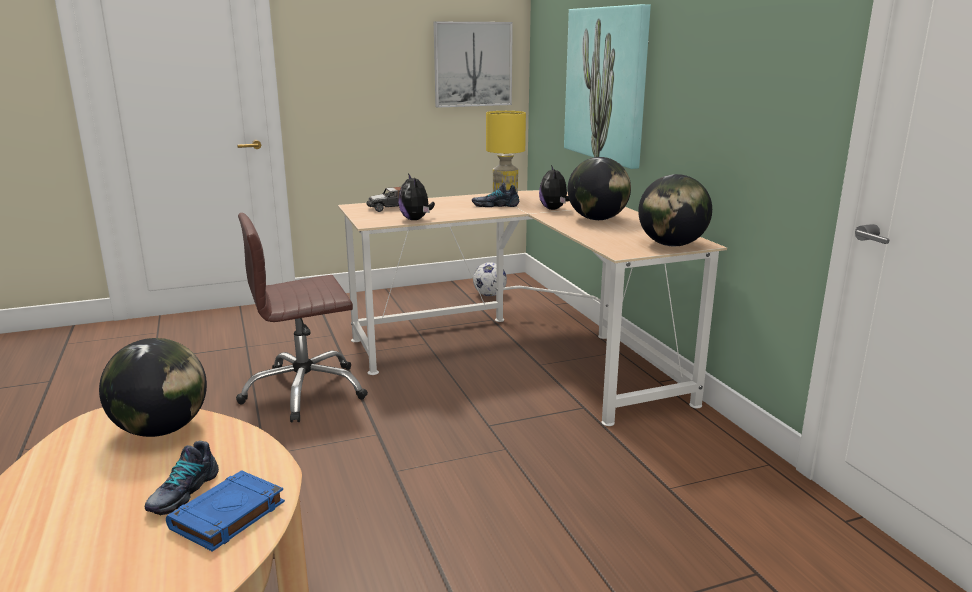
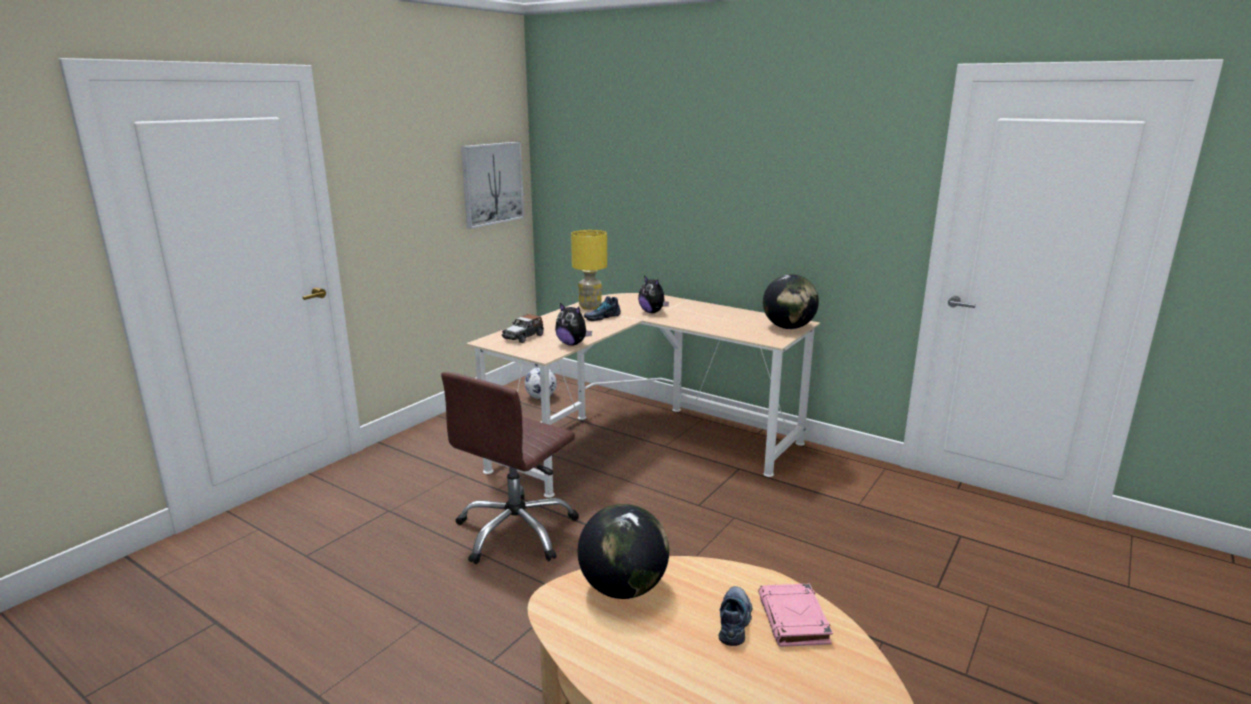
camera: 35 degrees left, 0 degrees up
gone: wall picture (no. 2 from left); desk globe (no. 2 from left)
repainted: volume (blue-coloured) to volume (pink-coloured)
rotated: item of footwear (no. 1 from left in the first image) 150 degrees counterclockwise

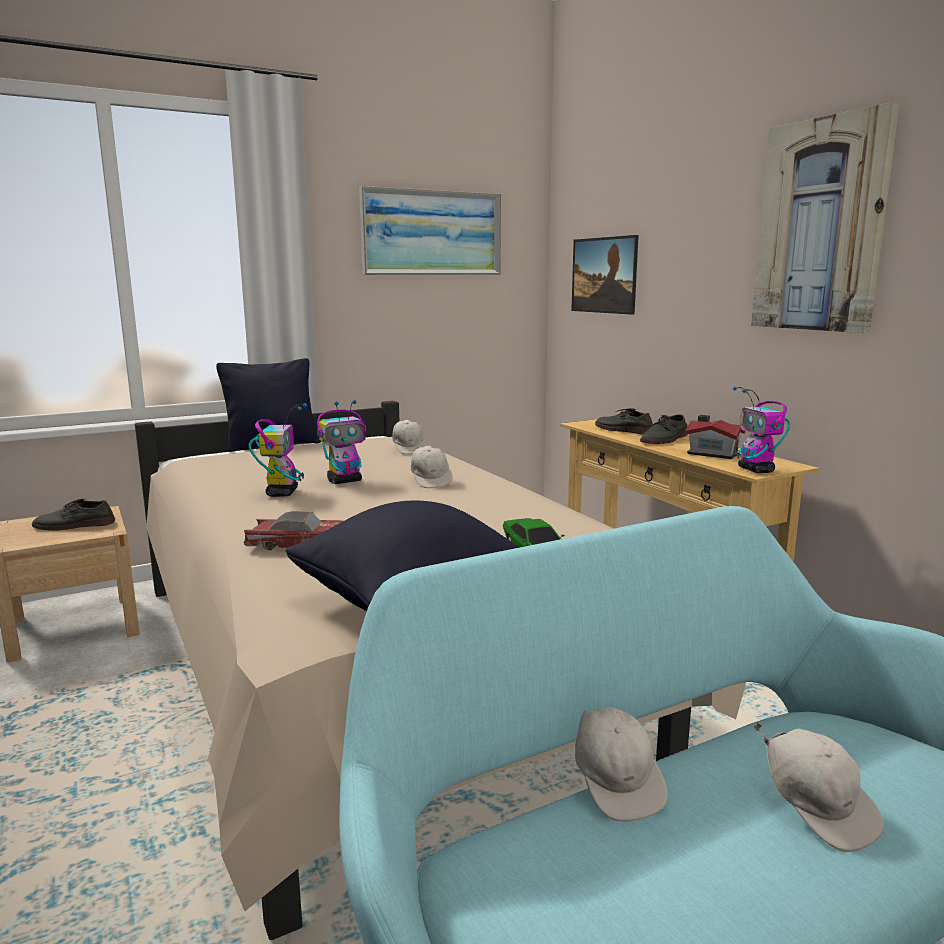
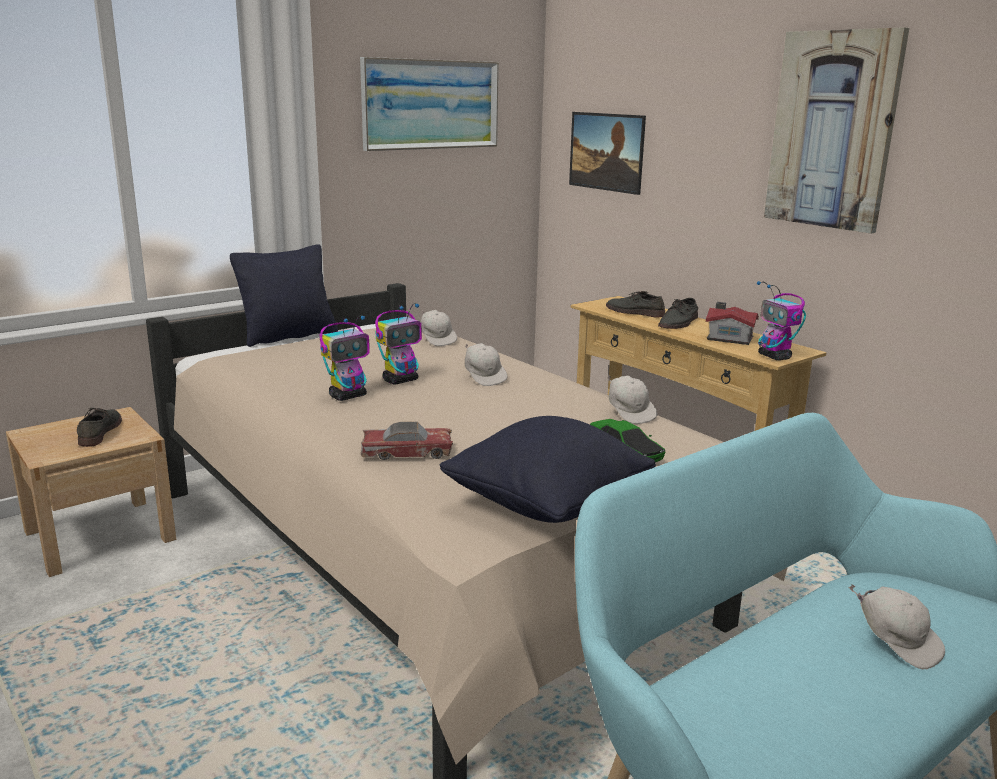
camera: 10 degrees left, 5 degrees up
shifted: baseball cap (white-coloured) (no. 3 from left)
rotated: model robot (no. 1 from left) 60 degrees clockwise; item of footwear (grey) (no. 1 from left) 105 degrees clockwise

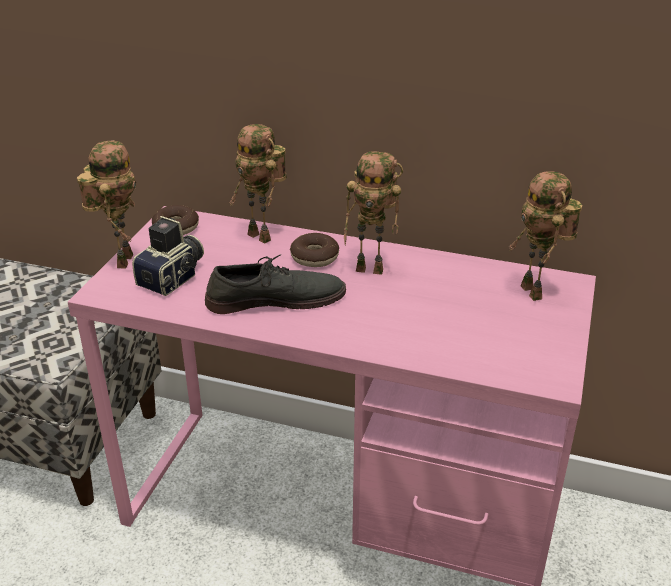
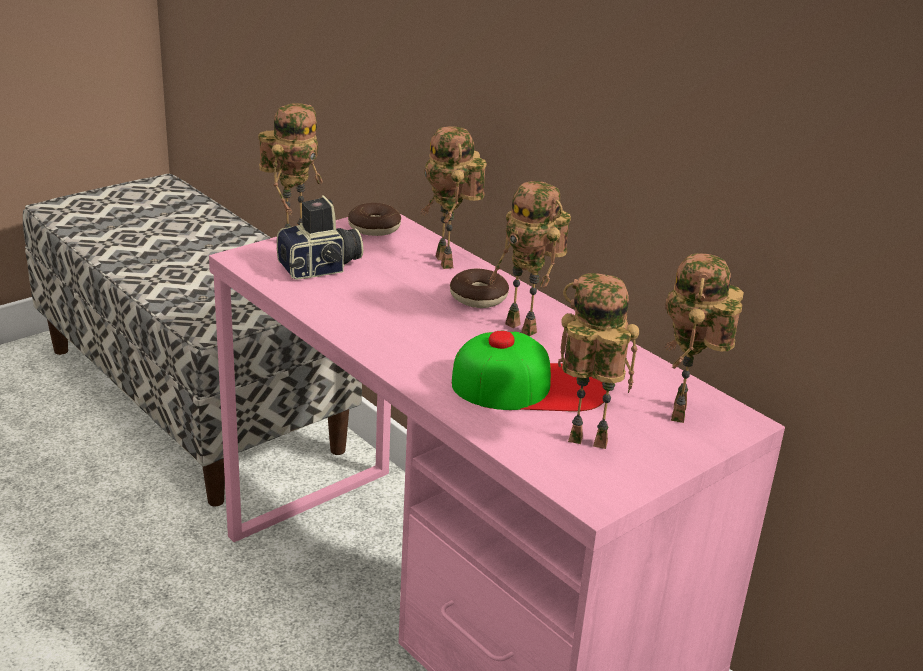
camera: 30 degrees right, 5 degrees down
gone: item of footwear (grey)
new: model robot (no. 4 from left); baseball cap

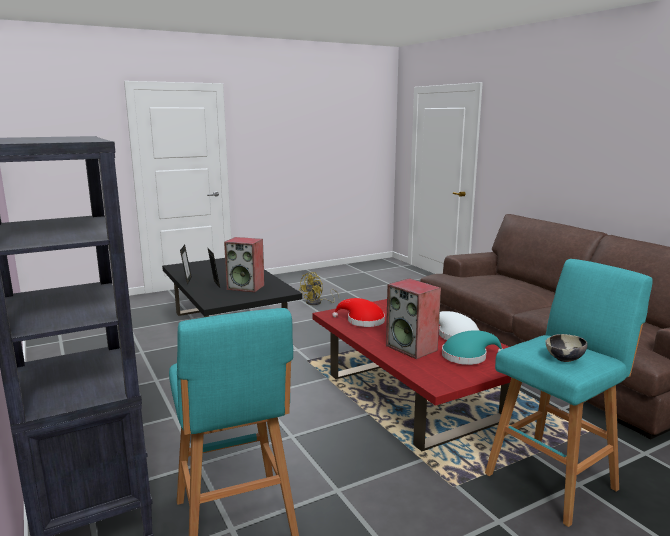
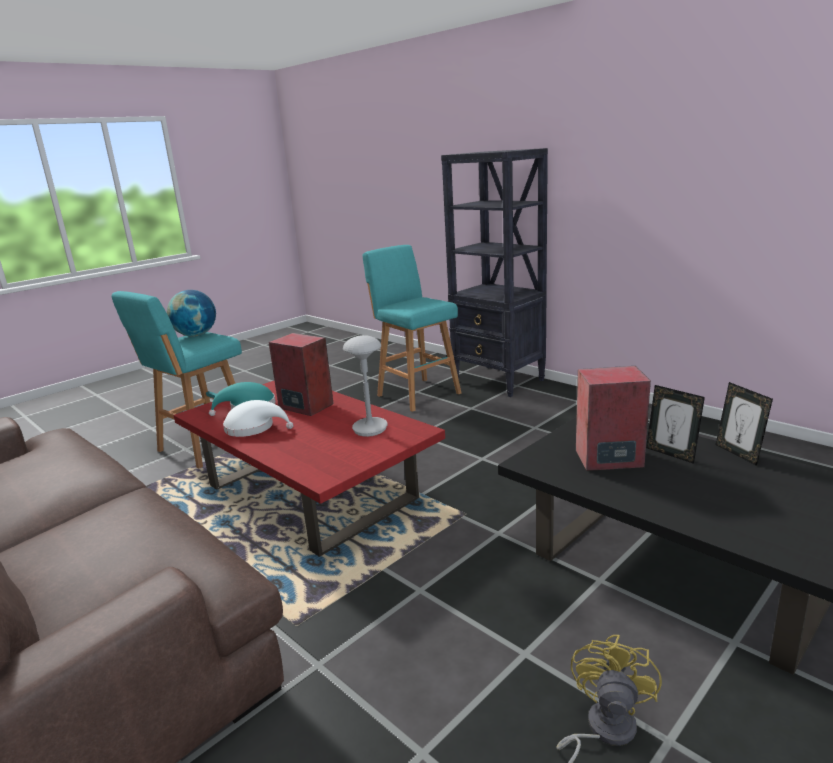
camera: 165 degrees right, 5 degrees up
swapped: hat (reddish) to table lamp (grey); bowl to desk globe

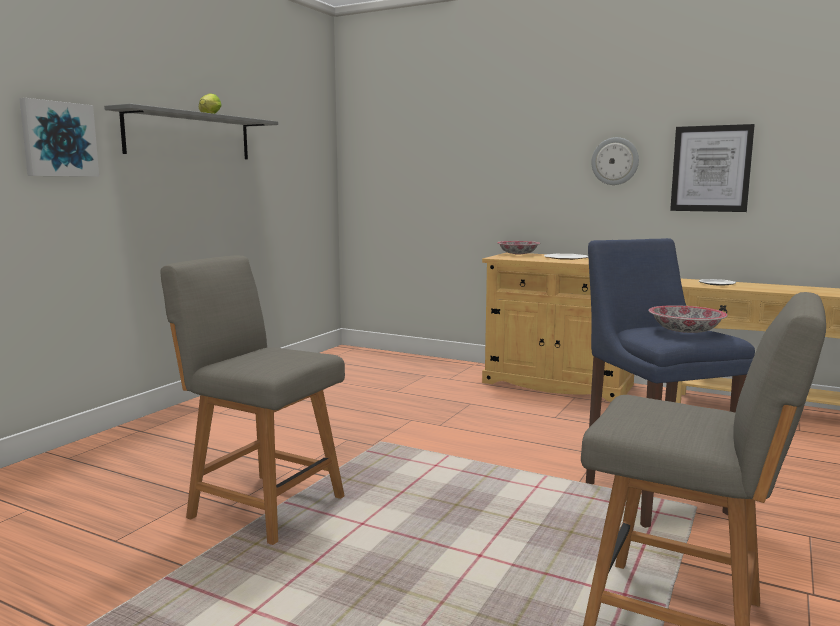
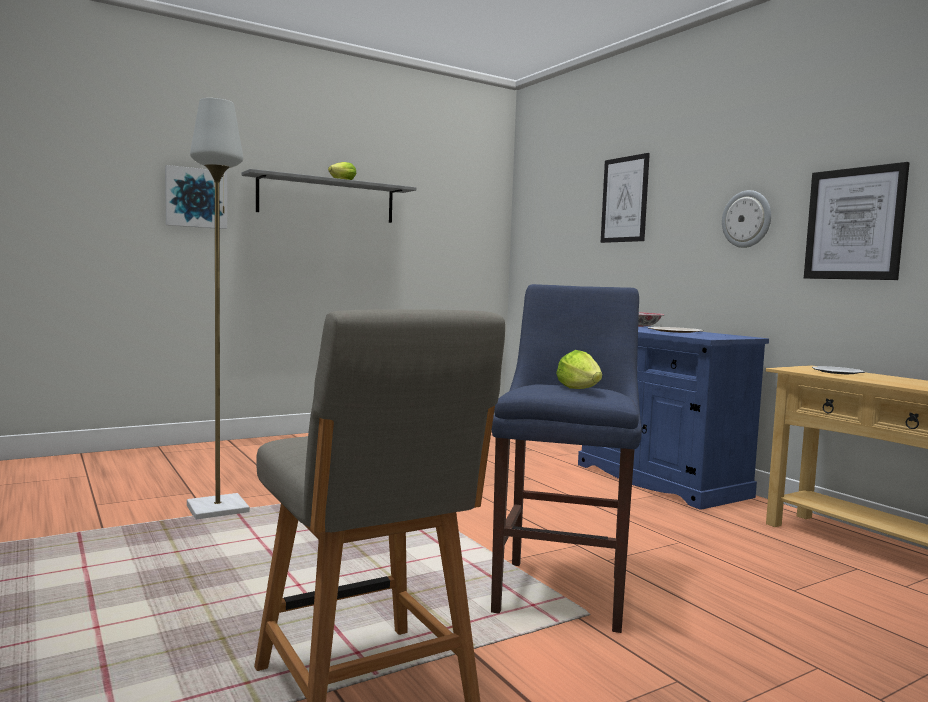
camera: 30 degrees right, 5 degrees down
new: wall picture (no. 2 from left)
swapped: upright chair (grey) (no. 1 from left) to standard lamp (grey); bowl (no. 2 from left) to head of lettuce (no. 2 from left)
repainted: cabinet (beige) to cabinet (blue-coloured)

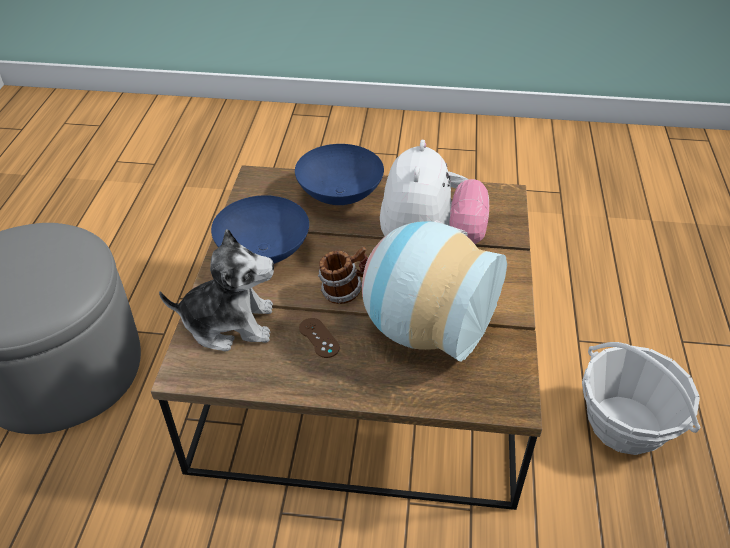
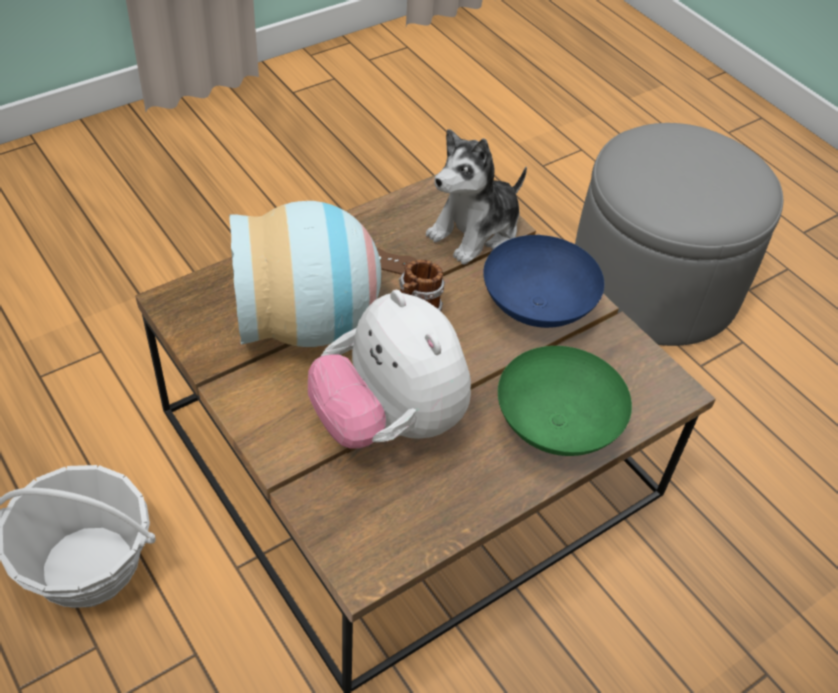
camera: 135 degrees right, 5 degrees up
repainted: bowl (blue-coloured) (no. 2 from left) to bowl (green-coloured)

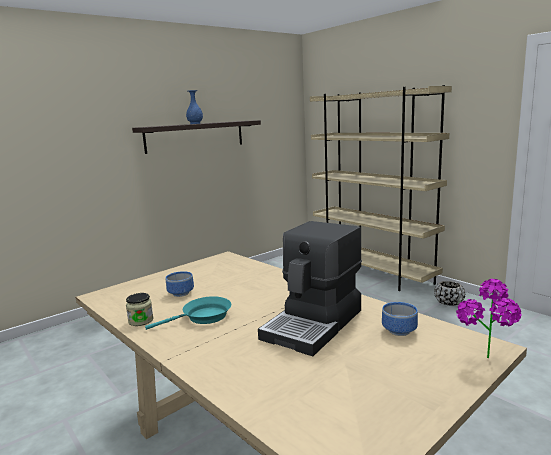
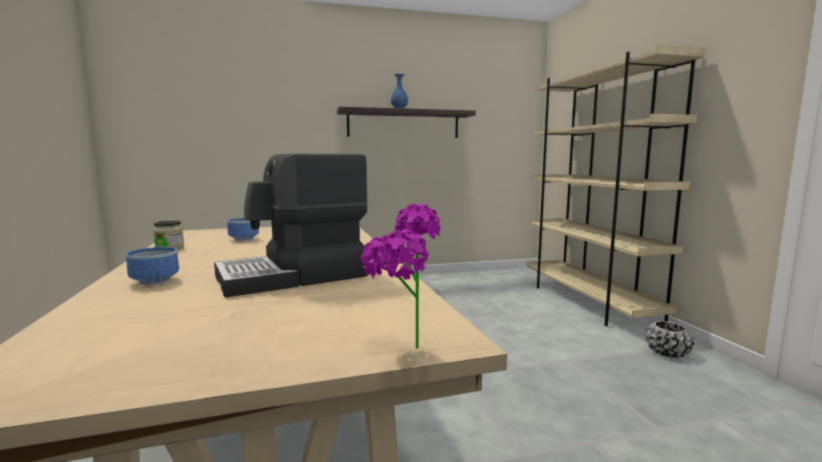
camera: 25 degrees right, 5 degrees down
gone: skillet (turquoise)
shifted: bowl (no. 2 from left in the first image) to bowl (no. 1 from left)

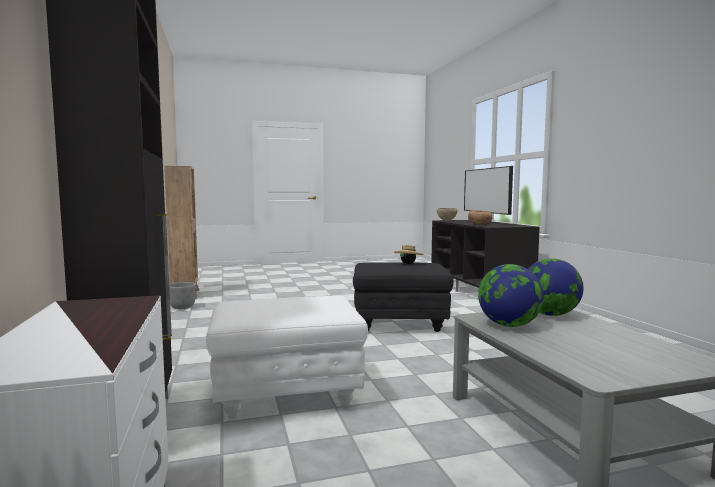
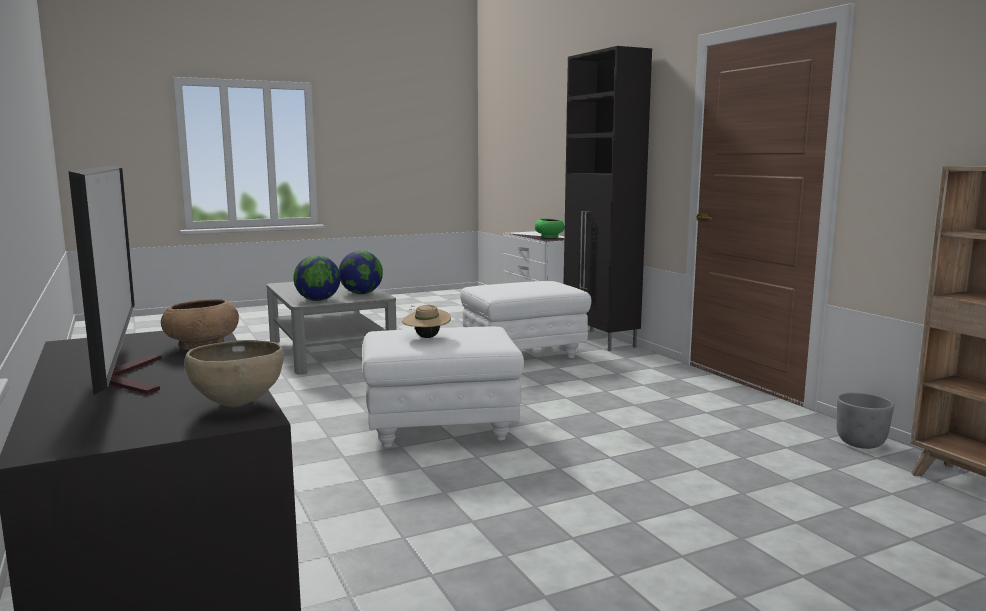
camera: 170 degrees right, 5 degrees up
new: bowl (green-coloured)
repainted: footrest (black) to footrest (white-coloured) (no. 1 from left)

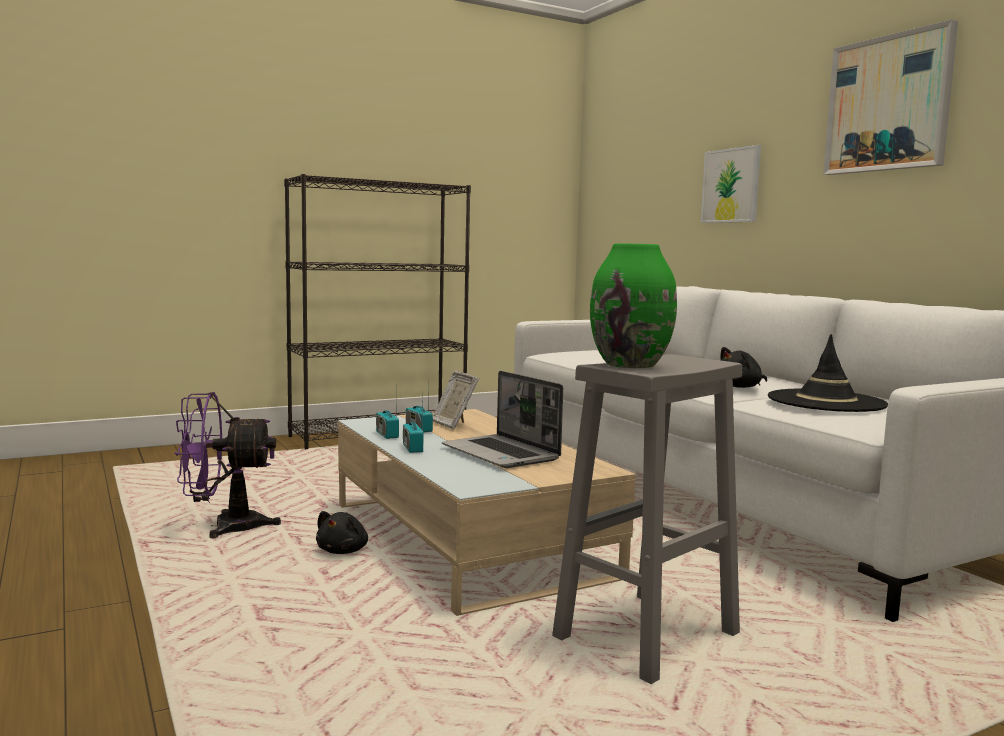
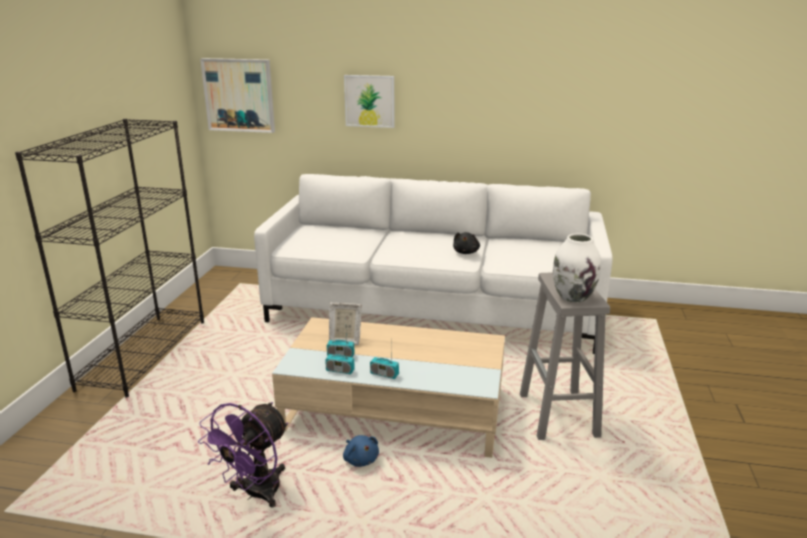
camera: 50 degrees left, 15 degrees up
gone: hat (black); notebook computer
shifted: wall picture (no. 2 from left in the first image) to wall picture (no. 1 from left)
repainted: decorative vase (green-coloured) to decorative vase (white-coloured); cuddly toy (black) (no. 1 from left) to cuddly toy (blue-coloured)

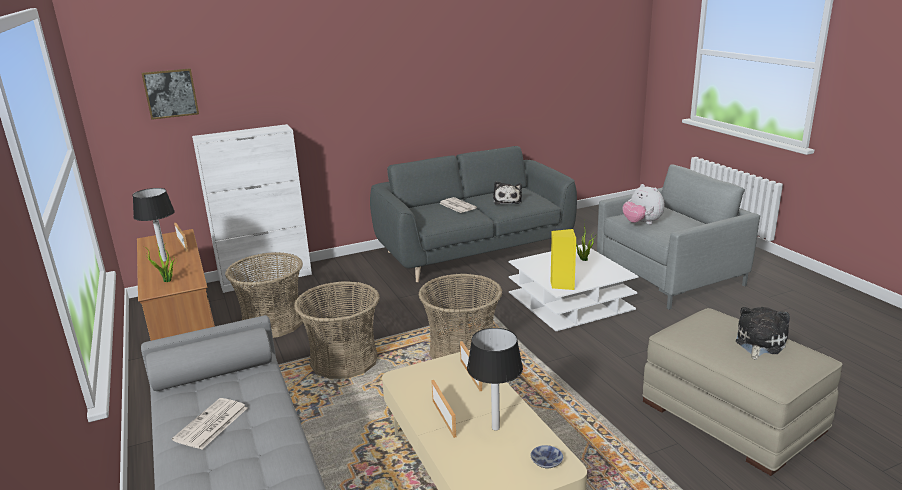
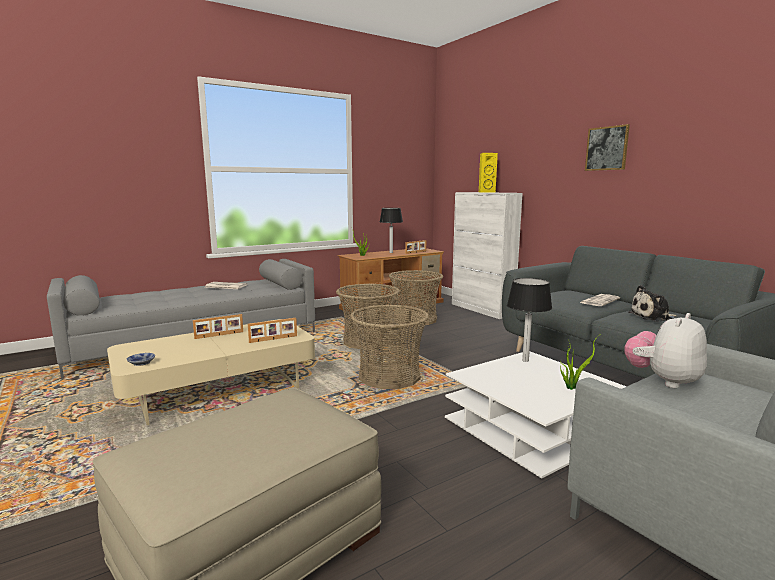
camera: 80 degrees right, 10 degrees down
gone: cuddly toy (no. 3 from left)
shifted: wall picture; loudspeaker (yellowish); table lamp (no. 2 from left)

